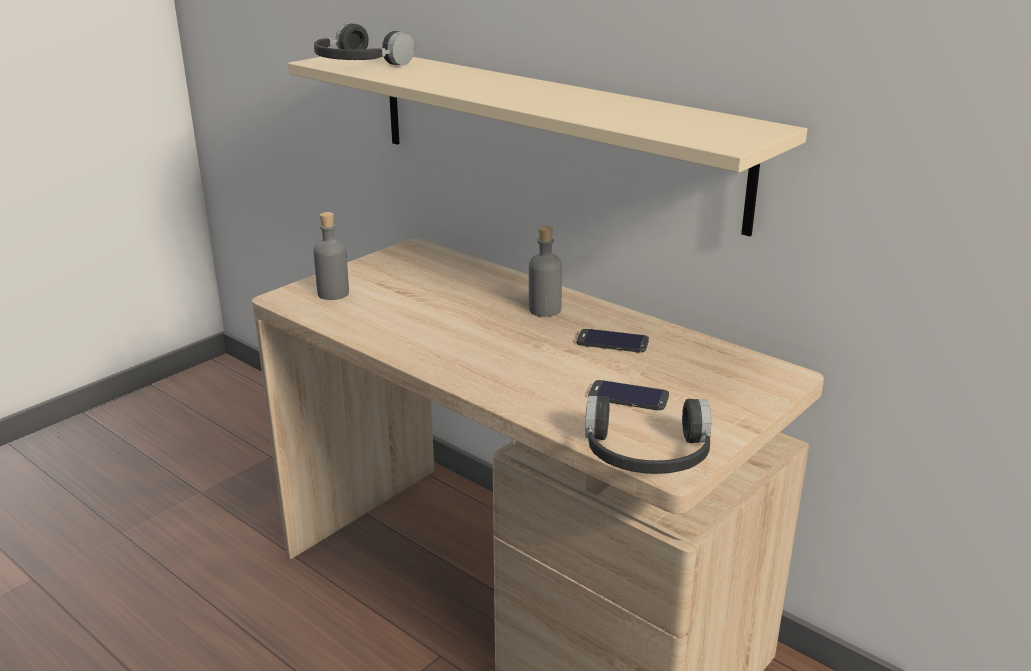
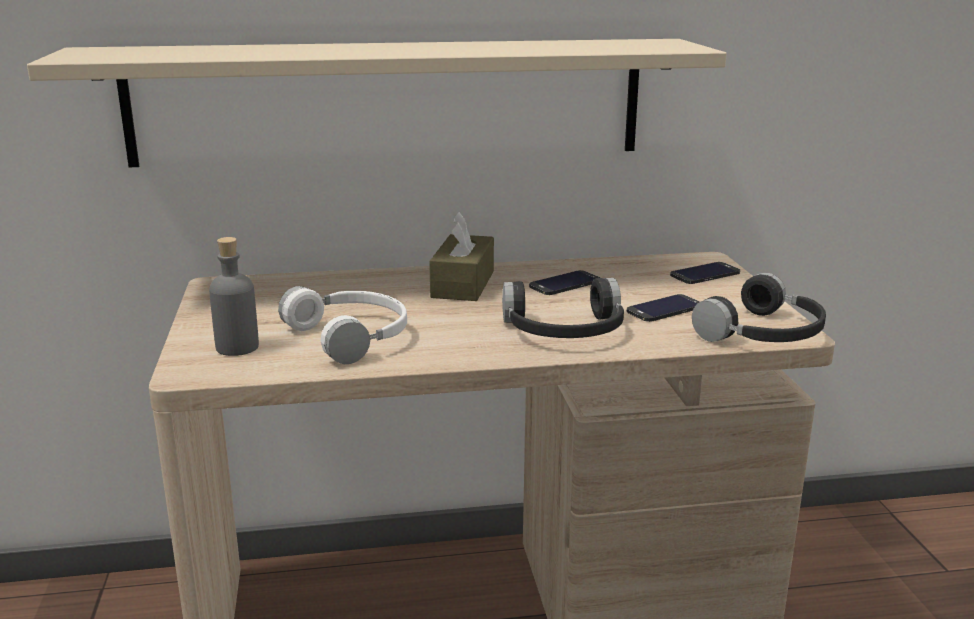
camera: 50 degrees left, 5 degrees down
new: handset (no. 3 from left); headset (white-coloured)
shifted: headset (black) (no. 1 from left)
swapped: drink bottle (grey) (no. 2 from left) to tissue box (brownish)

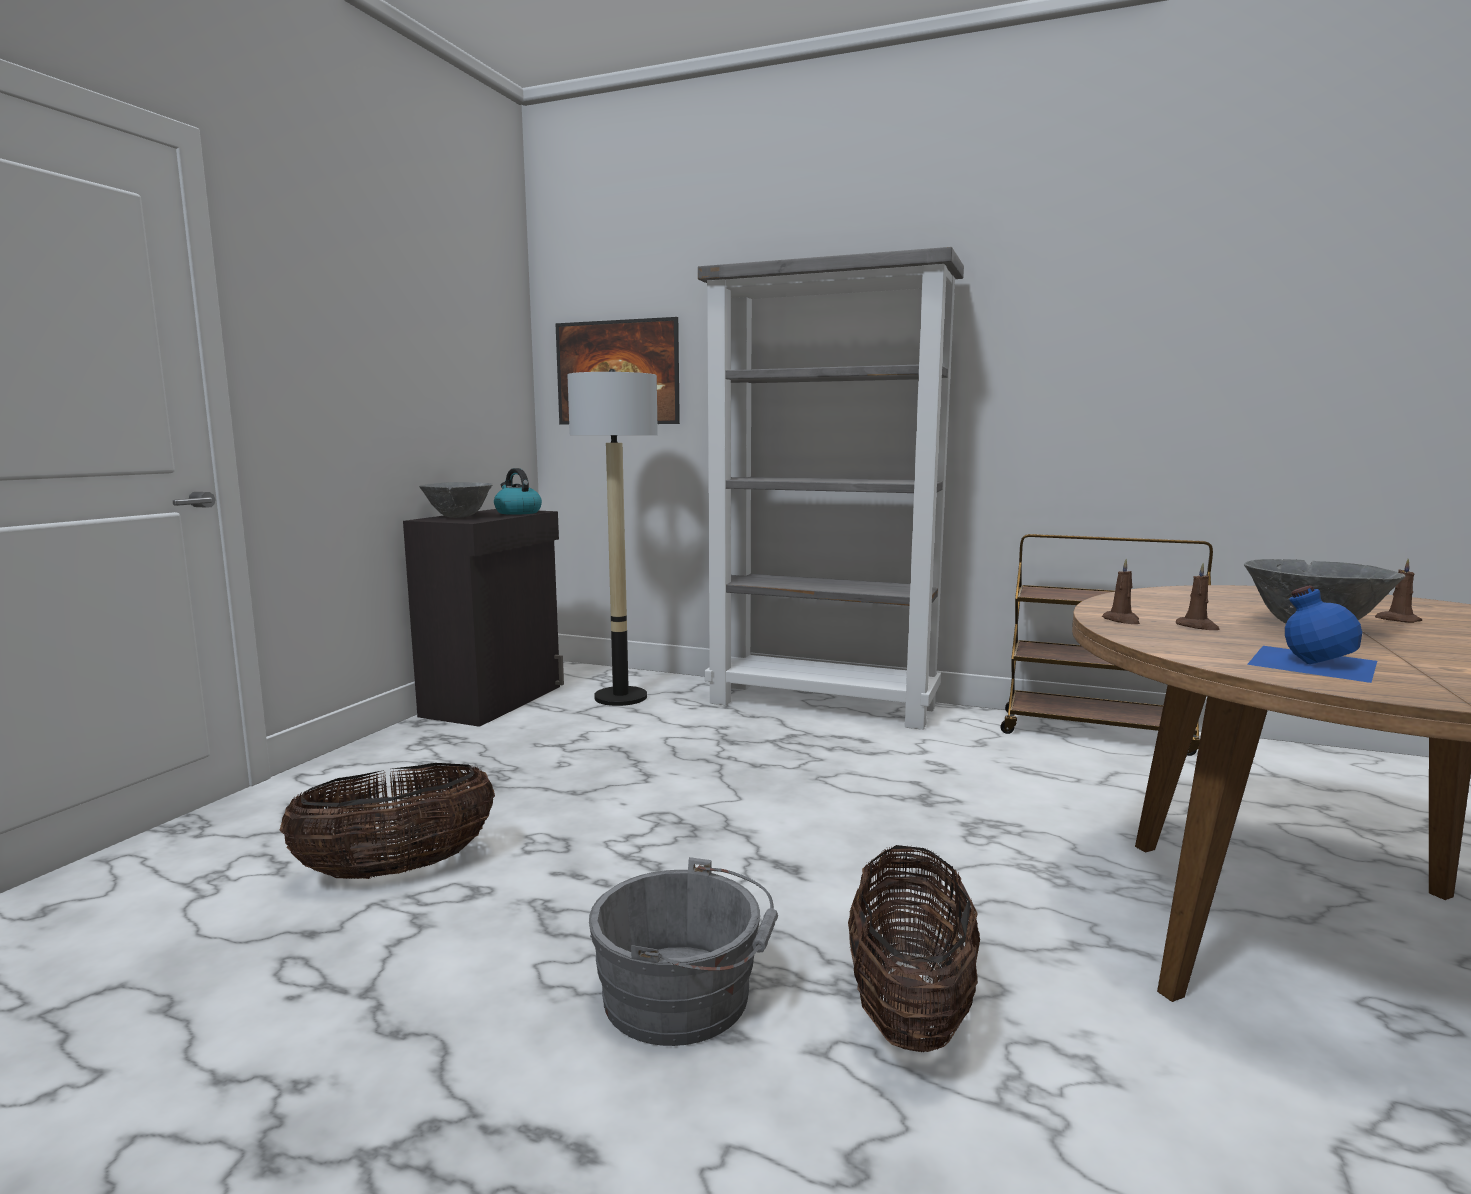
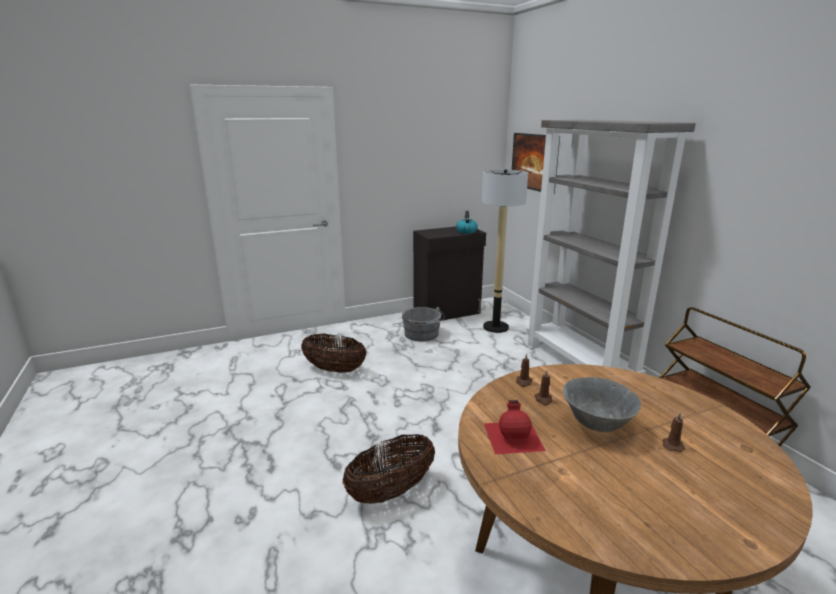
camera: 45 degrees right, 10 degrees up
gone: bowl (grey) (no. 1 from left)
shifted: water bucket (grey)
repainted: drink bottle (blue-coloured) to drink bottle (reddish)

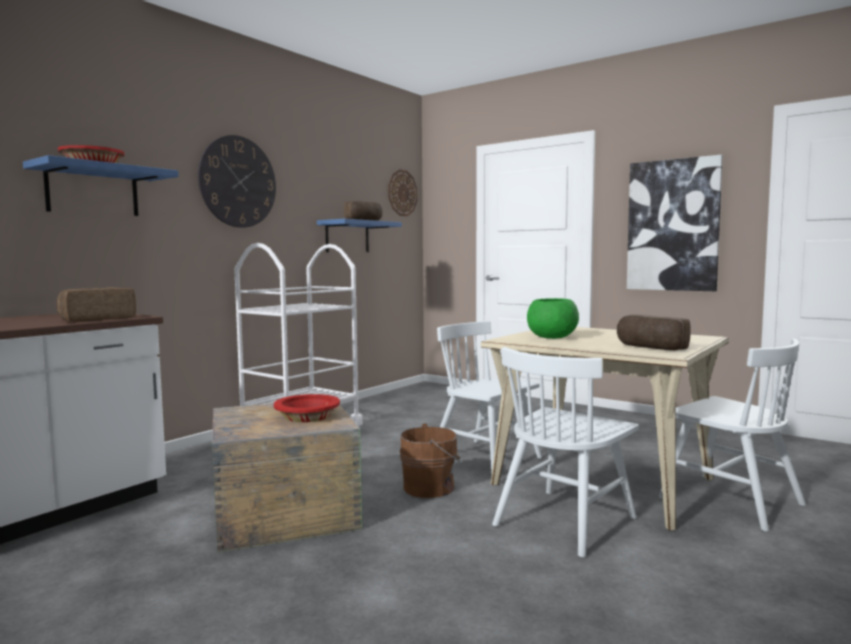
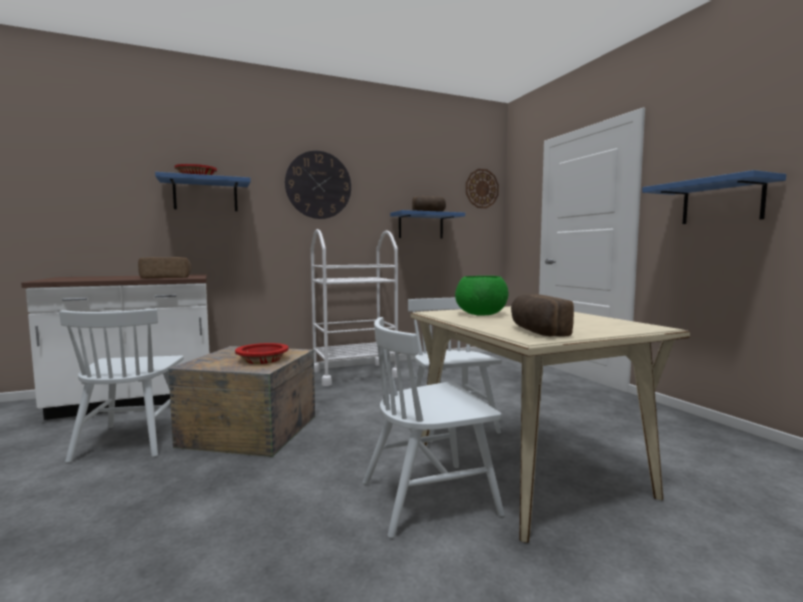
camera: 30 degrees right, 0 degrees up
gone: water bucket (brownish)
shifted: upright chair (white-coloured) (no. 3 from left in the first image) to upright chair (white-coloured) (no. 1 from left)
swapped: wall picture to shelf (blue-coloured) (no. 3 from left)

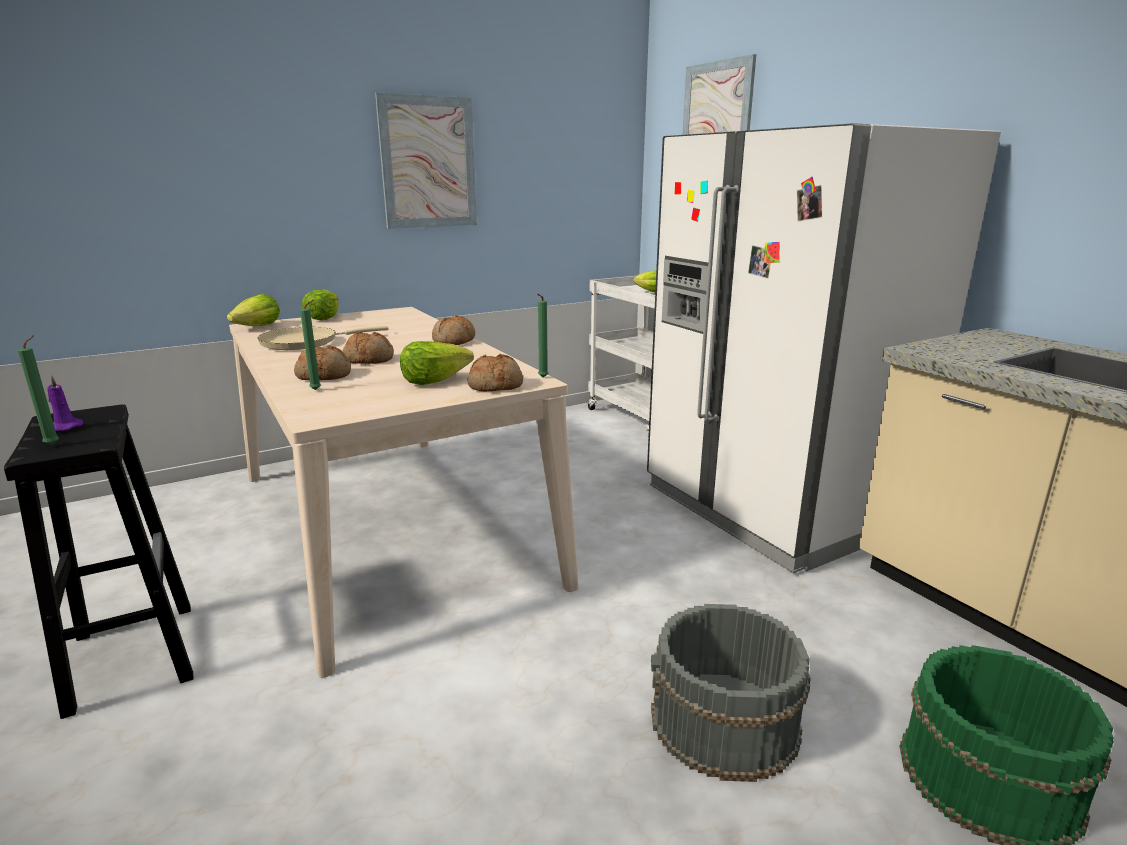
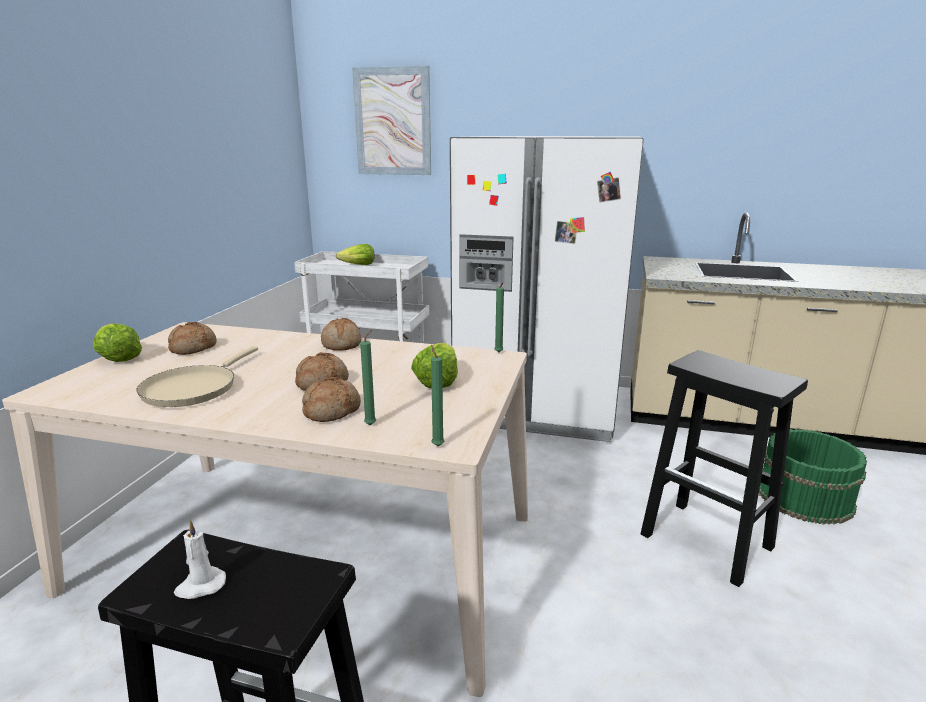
camera: 45 degrees left, 0 degrees up
gone: wall picture (no. 1 from left); head of lettuce (no. 1 from left)
shifted: candle (green-coloured) (no. 1 from left in the first image) to candle (green-coloured) (no. 2 from left); baked bread (no. 4 from left in the first image) to baked bread (no. 1 from left)
swapped: water bucket (grey) to stool (black) (no. 2 from left)
repainted: candle (purplish) to candle (white-coloured)

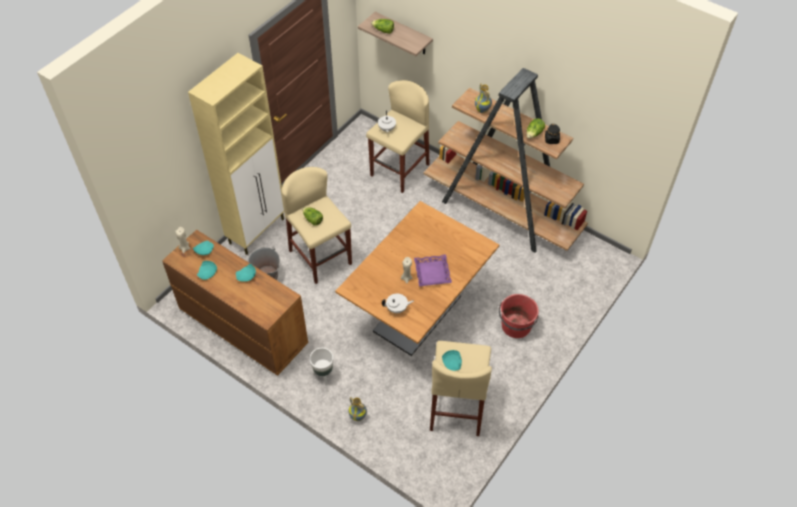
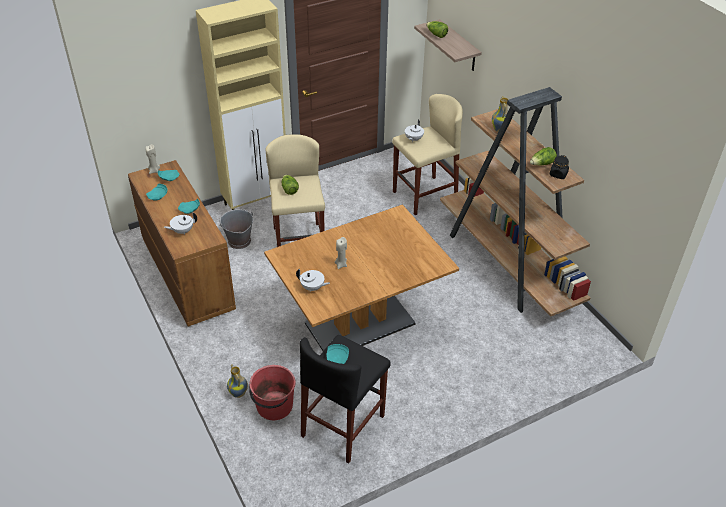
camera: 25 degrees right, 10 degrees down
gone: tray (purplish); plant pot (white-coloured)
new: teapot (white-coloured) (no. 1 from left)
shifted: water bucket (reddish)
repainted: stool (beige) (no. 3 from left) to stool (black)

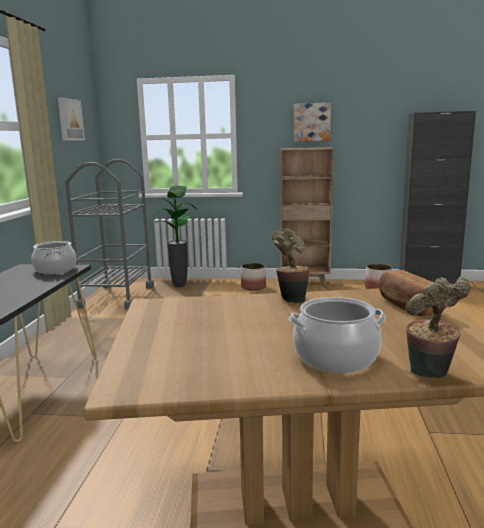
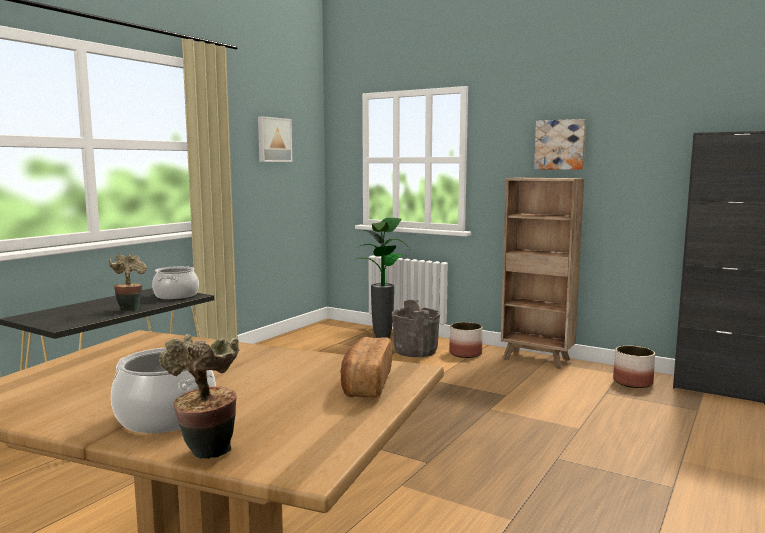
camera: 25 degrees right, 5 degrees down
gone: trolley (grey)
new: water bucket (grey)
shifted: houseplant (no. 2 from left in the first image) to houseplant (no. 1 from left)

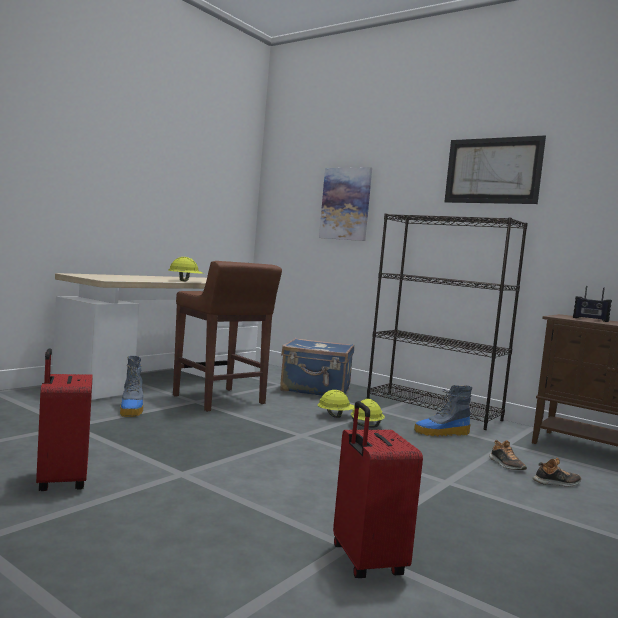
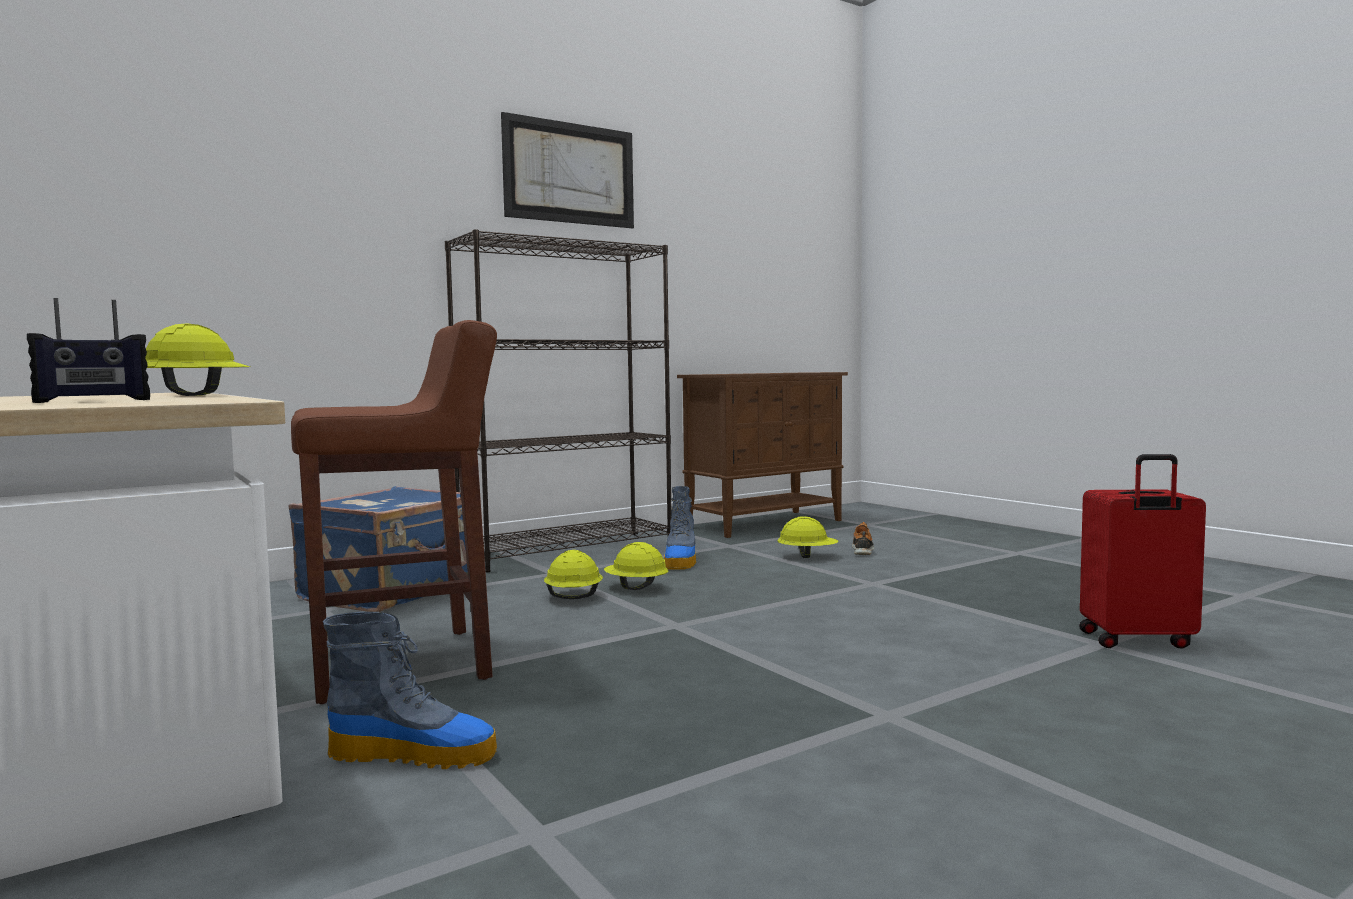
camera: 70 degrees left, 0 degrees up
gone: wall picture (no. 1 from left); piece of luggage (reddish) (no. 1 from left)
shifted: radio receiver
swapped: item of footwear (no. 1 from left) to safety helmet (yellowish) (no. 4 from left)

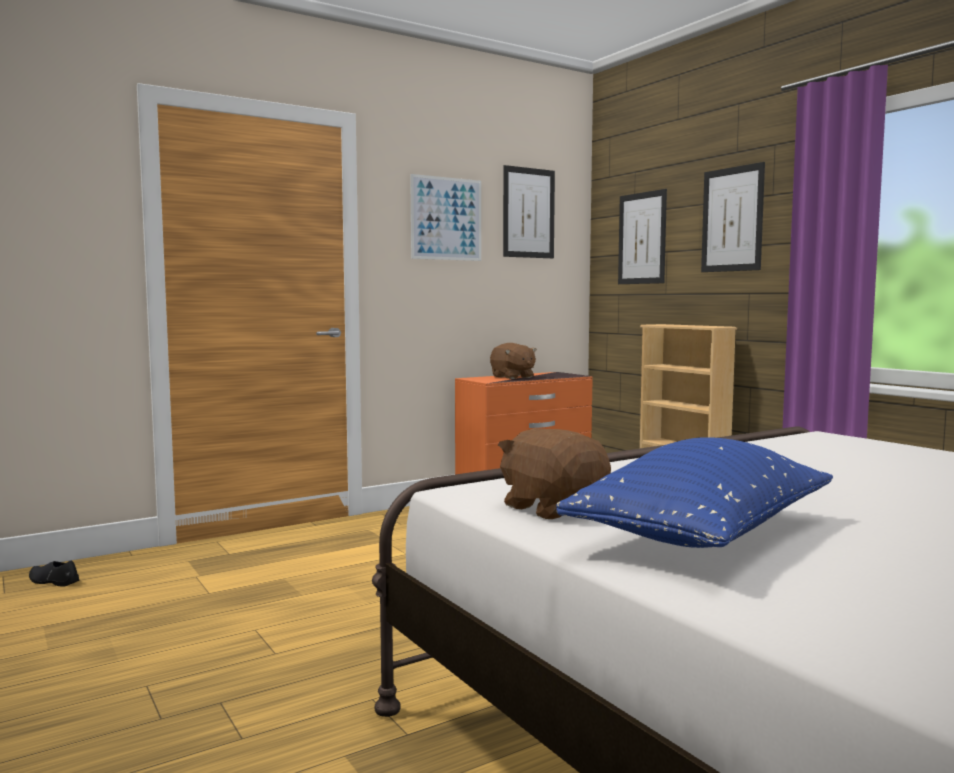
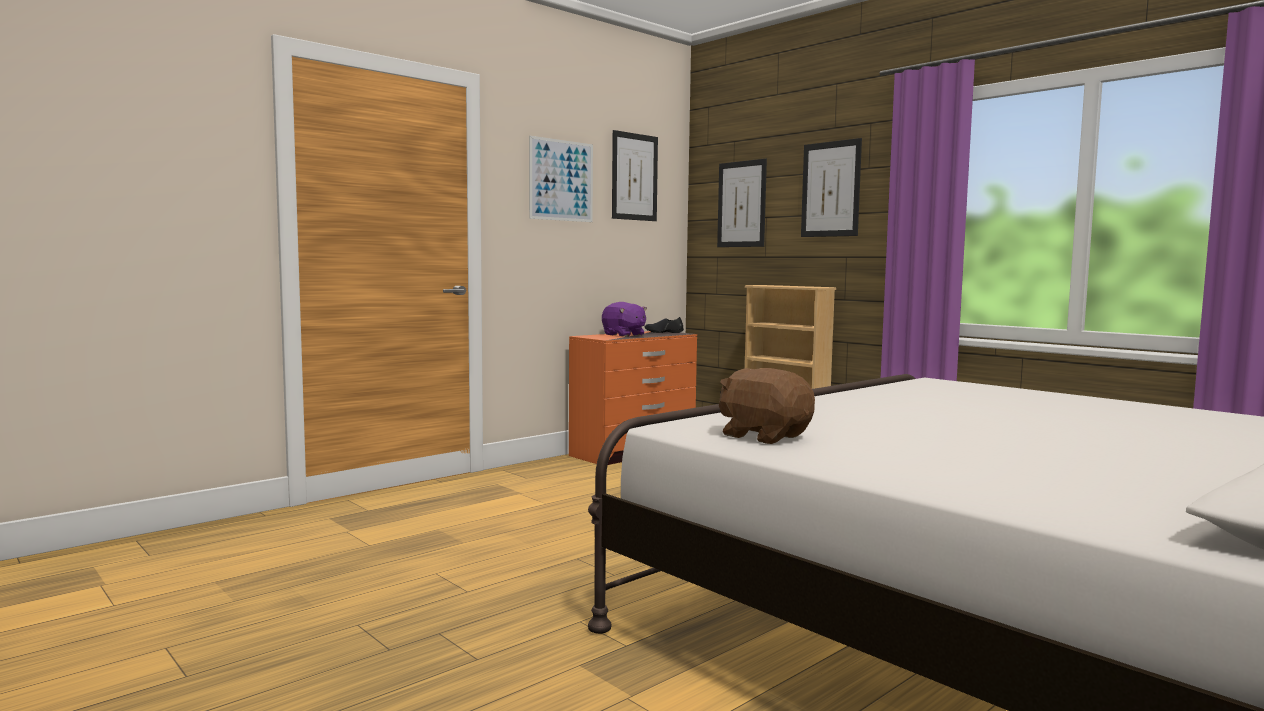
camera: 10 degrees left, 0 degrees up
gone: cushion (blue-coloured)
shifted: item of footwear (black)
repainted: cuddly toy (brownish) (no. 1 from left) to cuddly toy (purplish)

